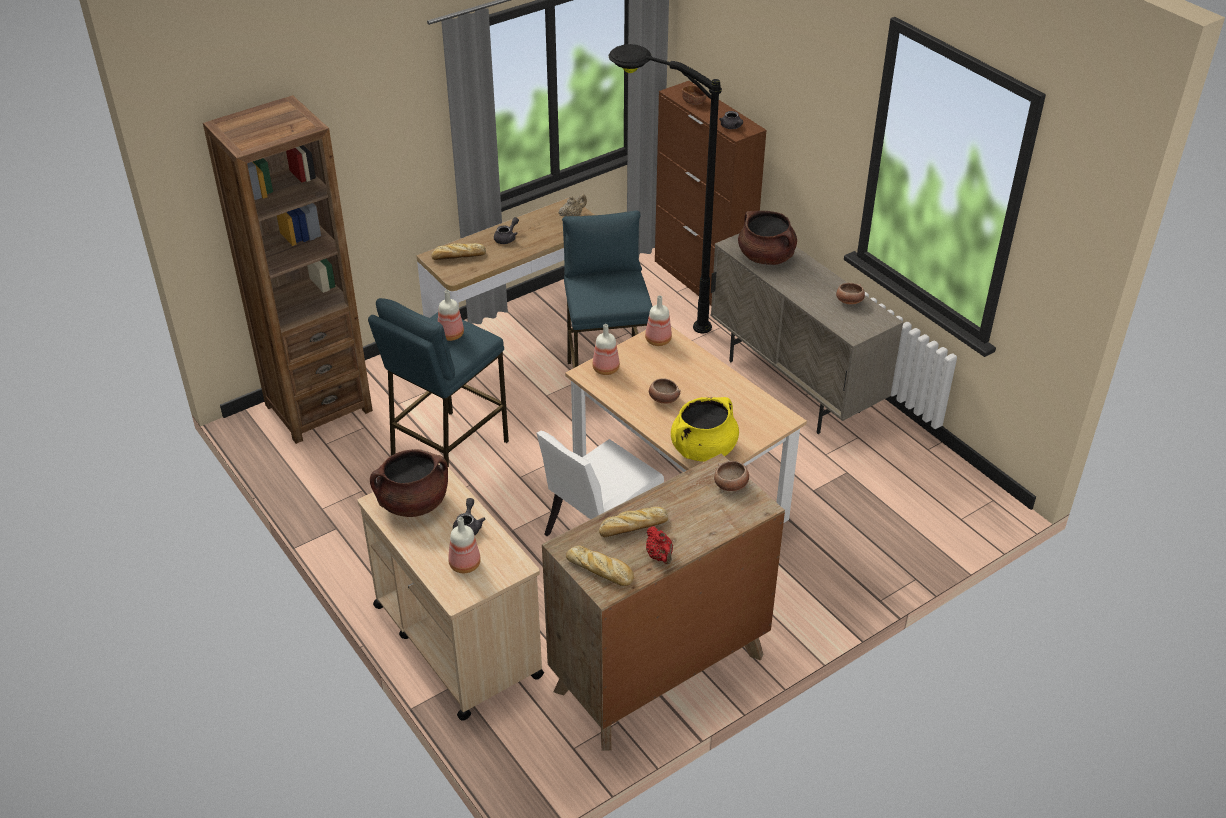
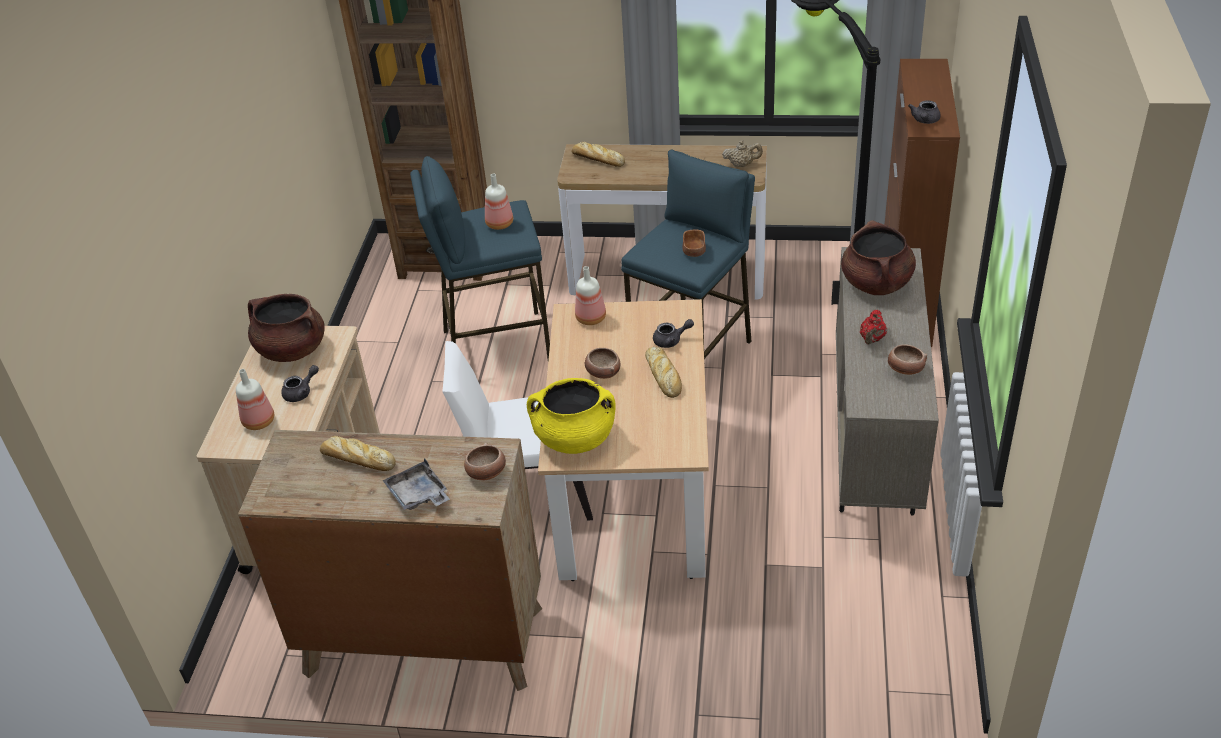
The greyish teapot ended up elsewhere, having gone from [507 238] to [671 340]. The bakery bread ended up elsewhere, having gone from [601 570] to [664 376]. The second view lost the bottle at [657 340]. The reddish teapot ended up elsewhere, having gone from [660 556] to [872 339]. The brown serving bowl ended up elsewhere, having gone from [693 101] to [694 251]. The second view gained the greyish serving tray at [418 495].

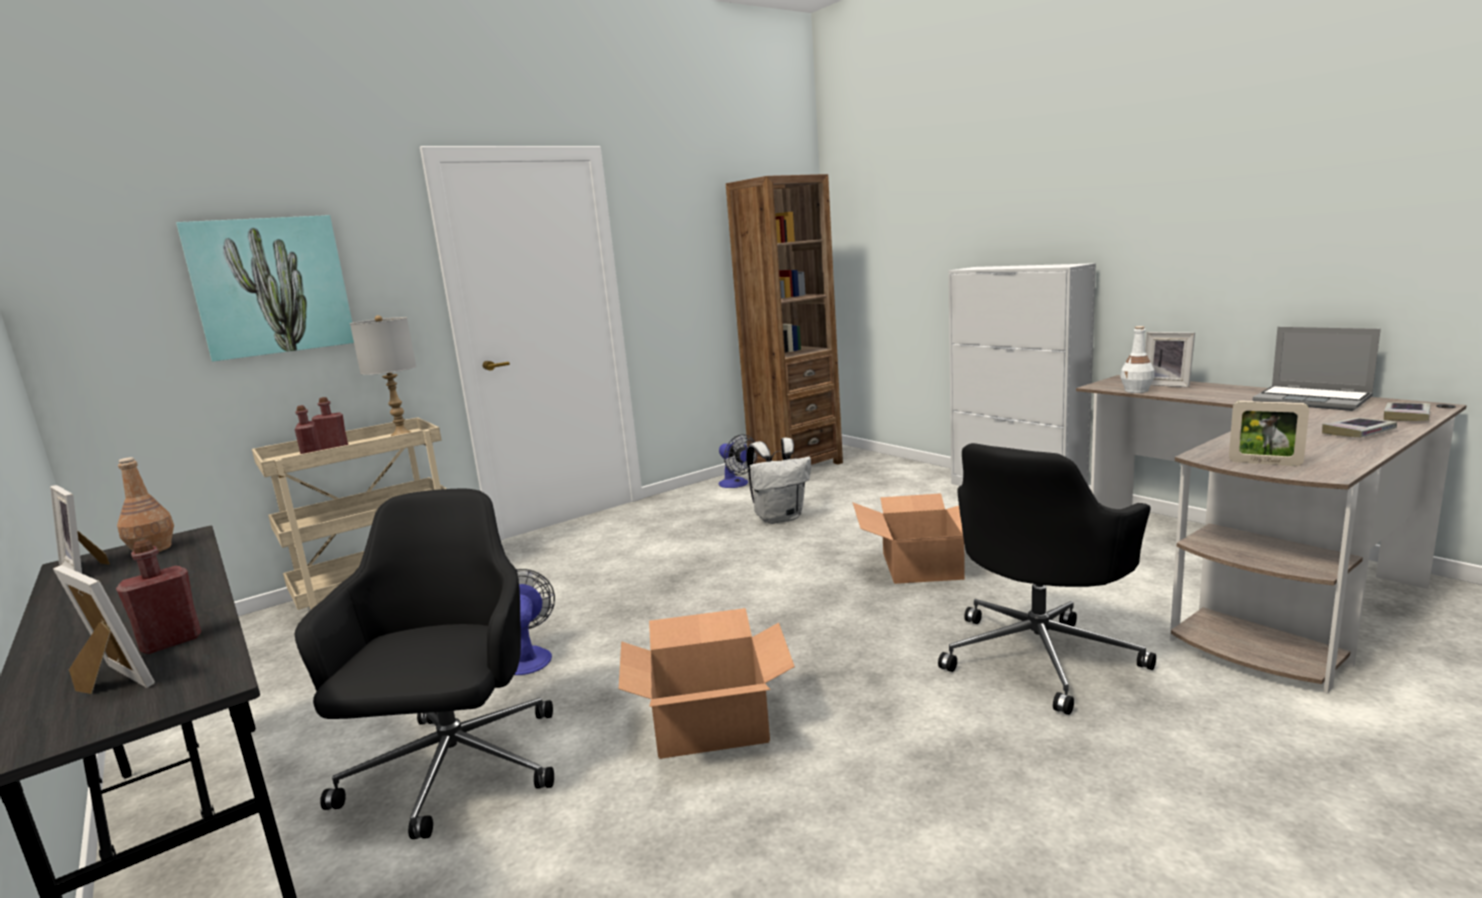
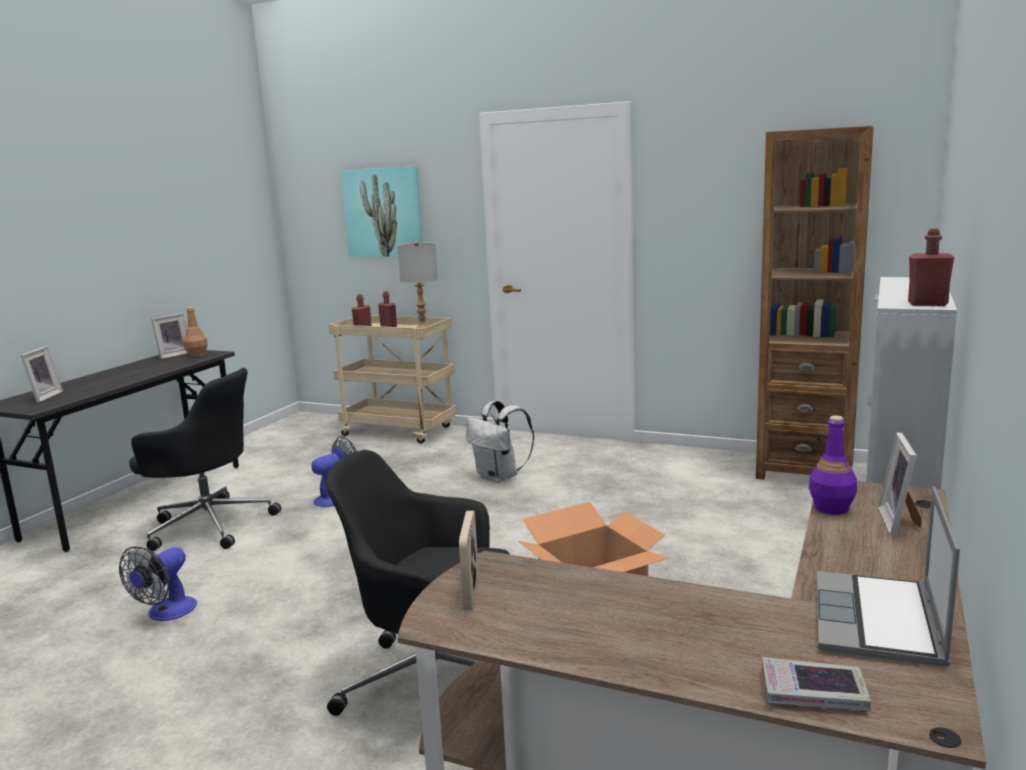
The picture frame at [87 568] ended up facing another way, 150 degrees counterclockwise from before. The reddish bottle ended up elsewhere, having gone from [171 642] to [927 304]. The black-coloured office chair at [454 772] ended up facing another way, 45 degrees clockwise from before. The second view lost the carton at [710 721]. The cooling fan ended up elsewhere, having gone from [737 484] to [166 613]. The whitish backpack ended up elsewhere, having gone from [780 518] to [500 477]. What was the whitish bottle at [1137 391] turned into the purple-coloured bottle at [831 508]. The second view lost the volume at [1358 432].

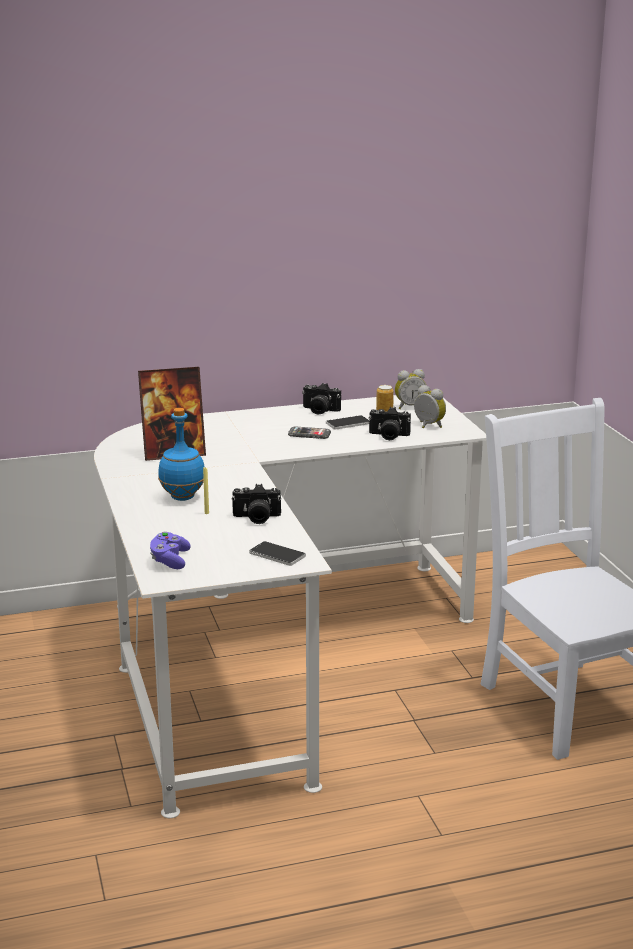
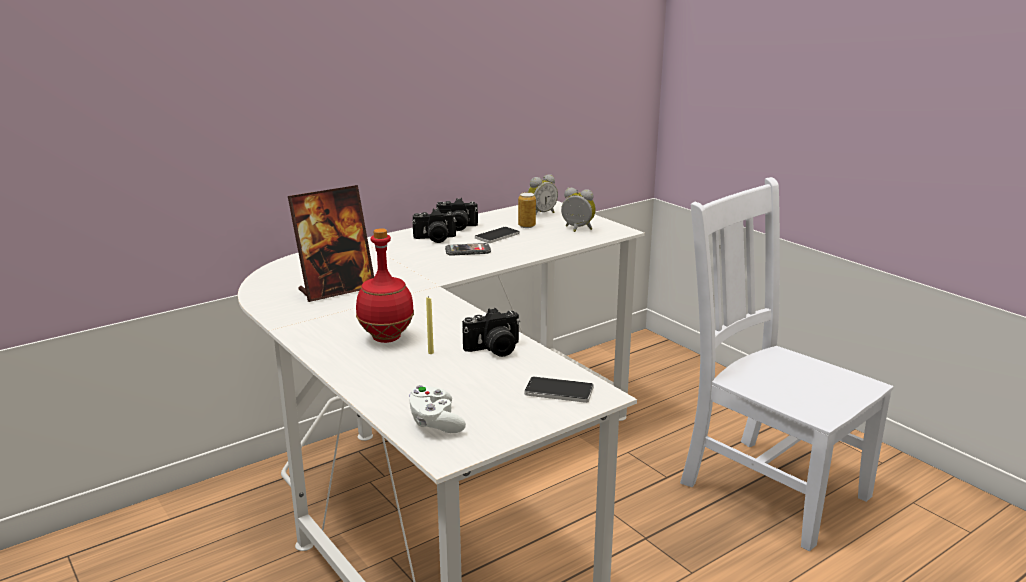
What was the purple-coloured joypad at [170 560] turned into the whitish joypad at [435 422]. What was the blue bottle at [183 497] turned into the reddish bottle at [387 338]. The still camera ended up elsewhere, having gone from [388 436] to [435 239].

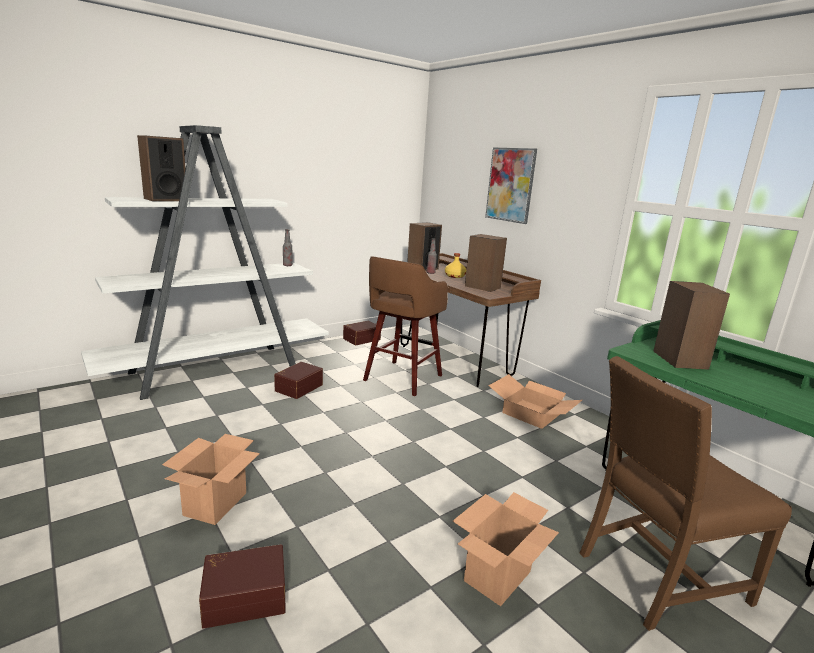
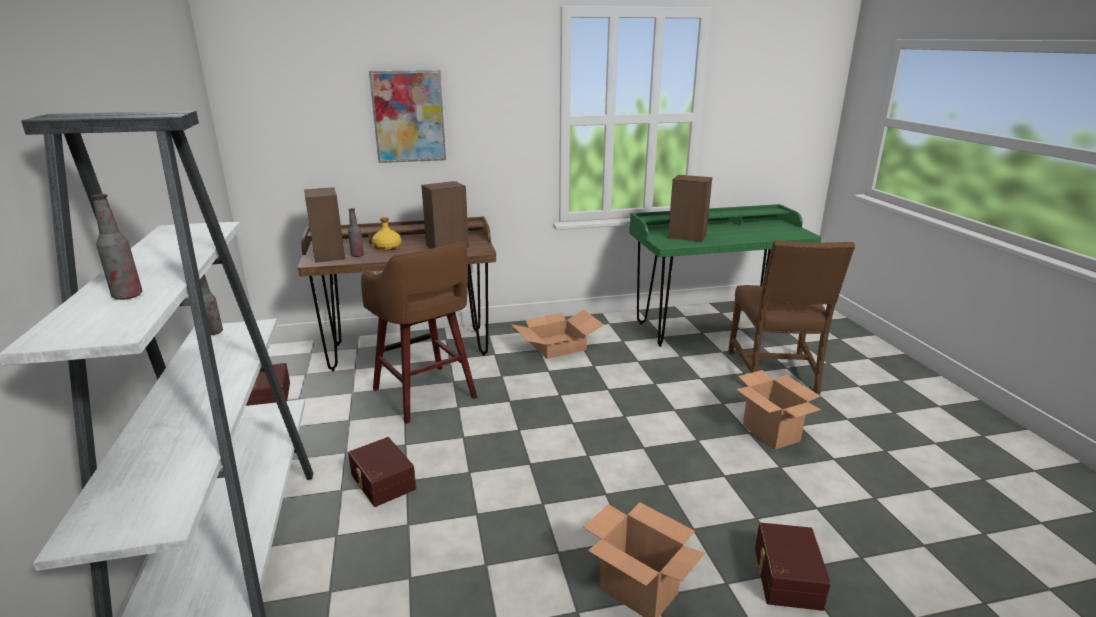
Where the loudspeaker stood at [165 199], the bottle came to stand at [127 296].

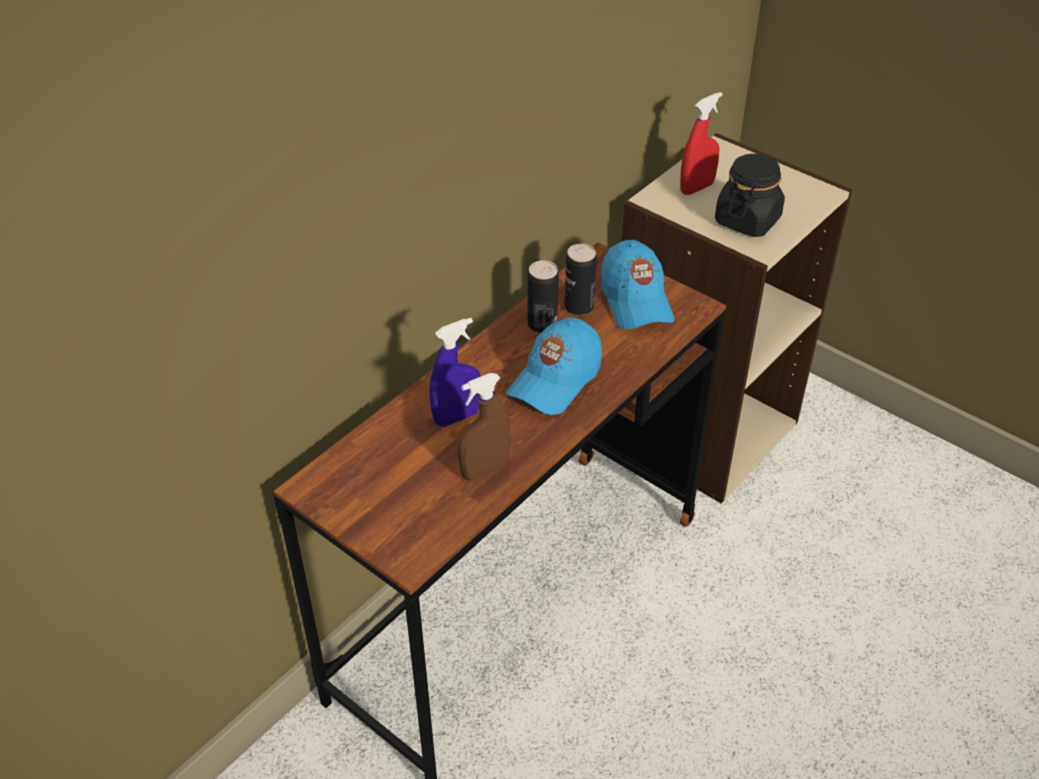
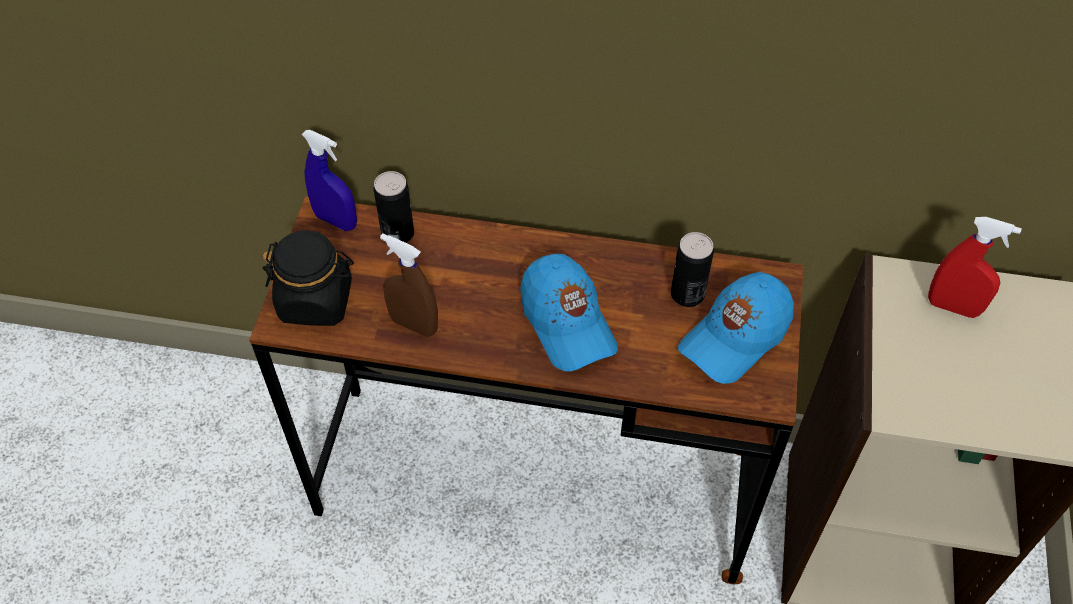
The blue spray bottle ended up elsewhere, having gone from [457 417] to [336 221]. The blue baseball cap at [555 380] ended up facing another way, 120 degrees counterclockwise from before. The metal can ended up elsewhere, having gone from [542 324] to [398 233]. The black-coloured preserve jar ended up elsewhere, having gone from [747 220] to [316 301].

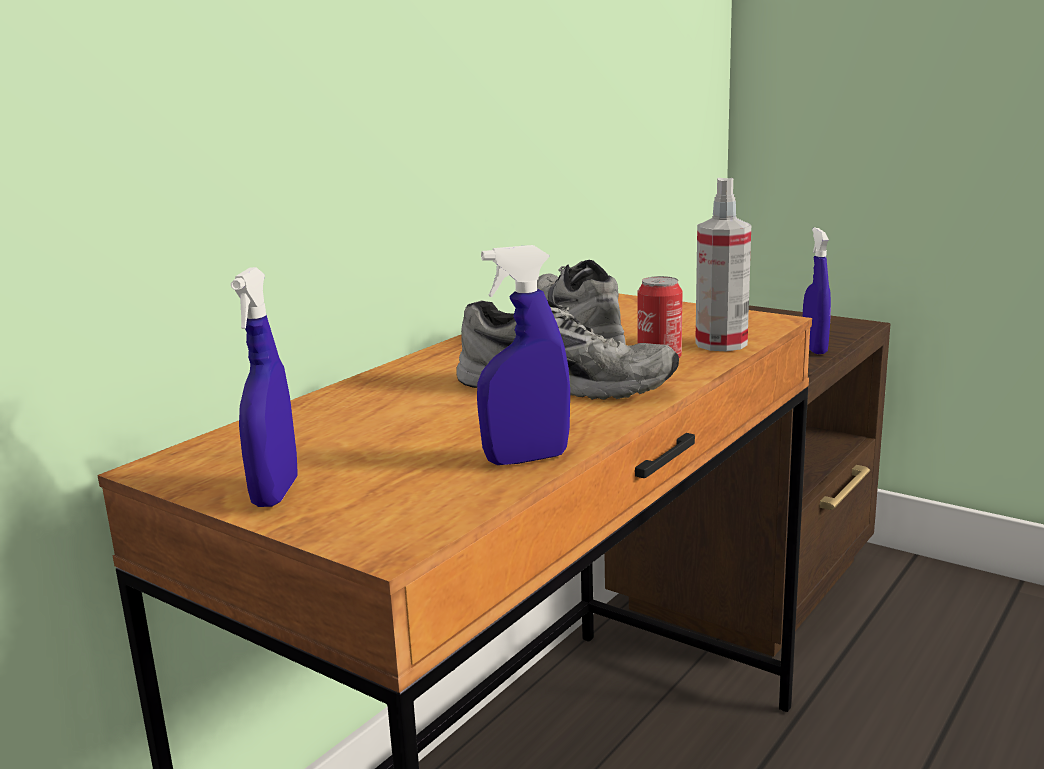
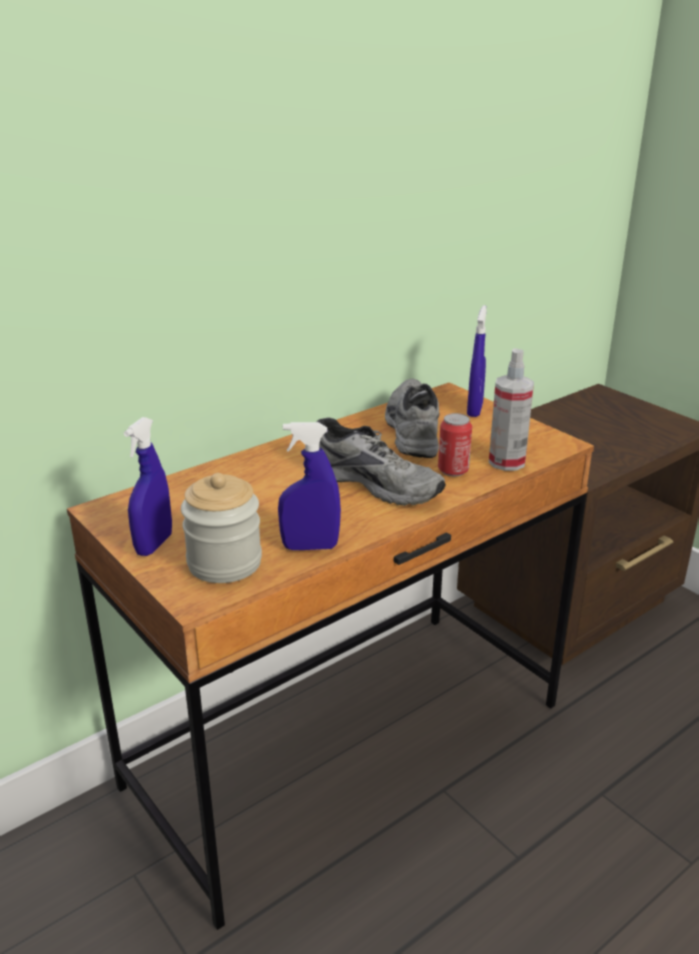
The blue spray bottle ended up elsewhere, having gone from [814 348] to [474 410]. The second view gained the preserve jar at [224 563].

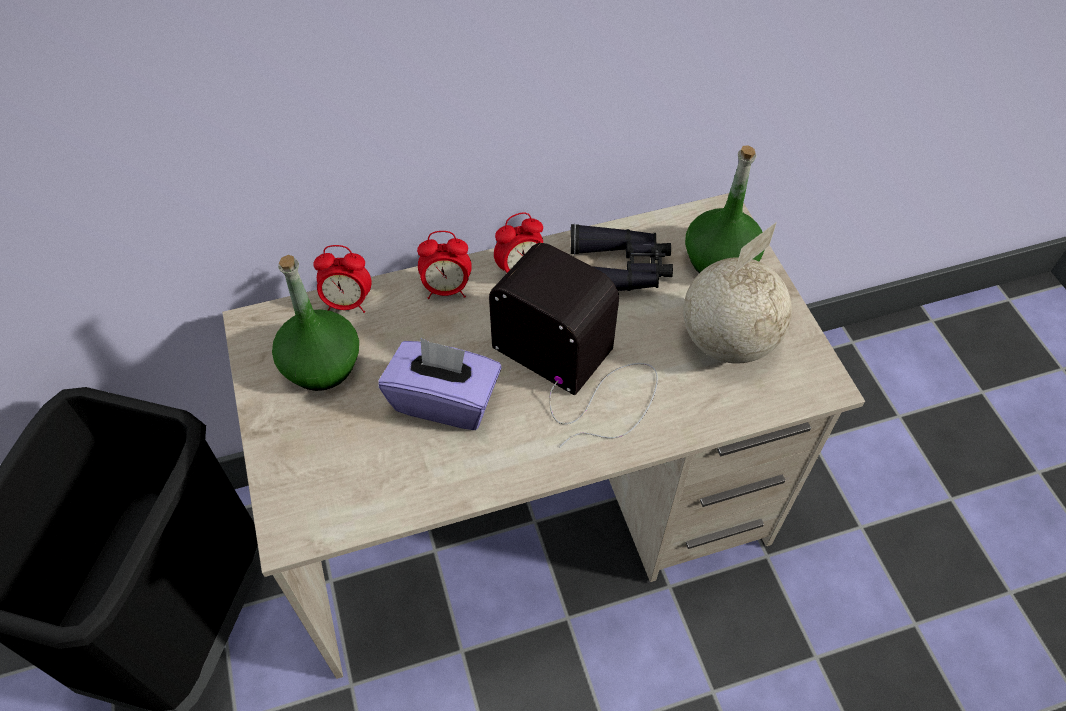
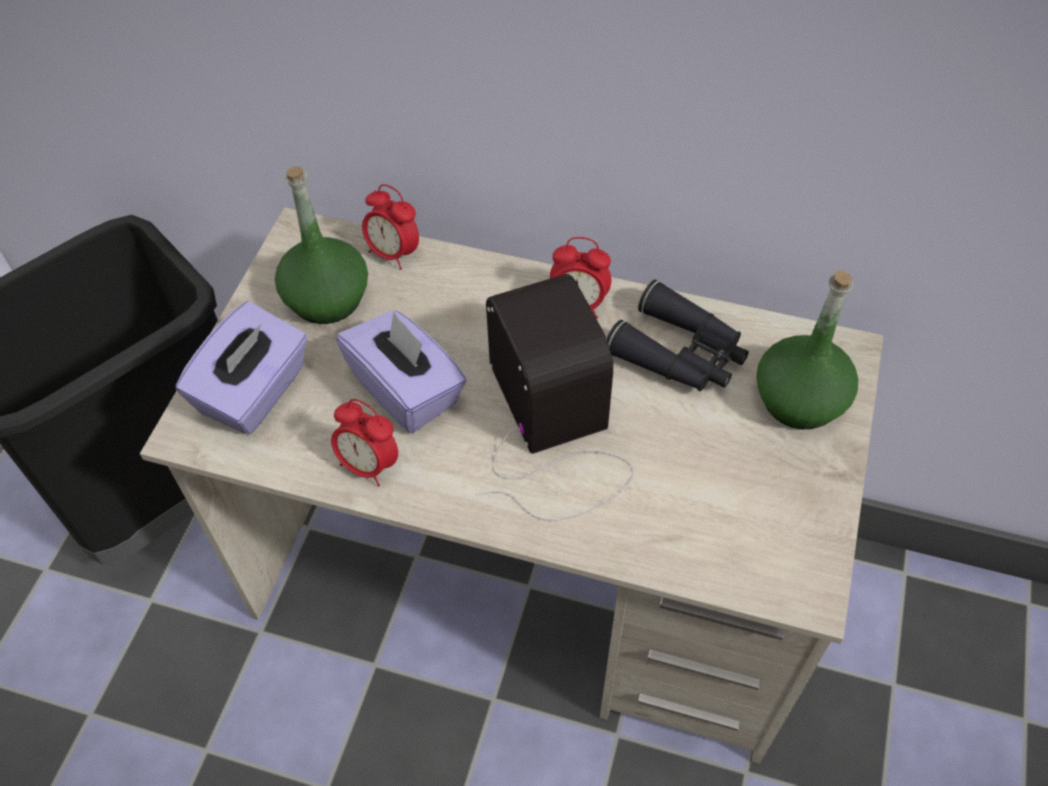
The alarm clock ended up elsewhere, having gone from [446 289] to [369 465]. The second view lost the globe at [726 341]. The second view gained the purple-coloured tissue holder at [255 392].

